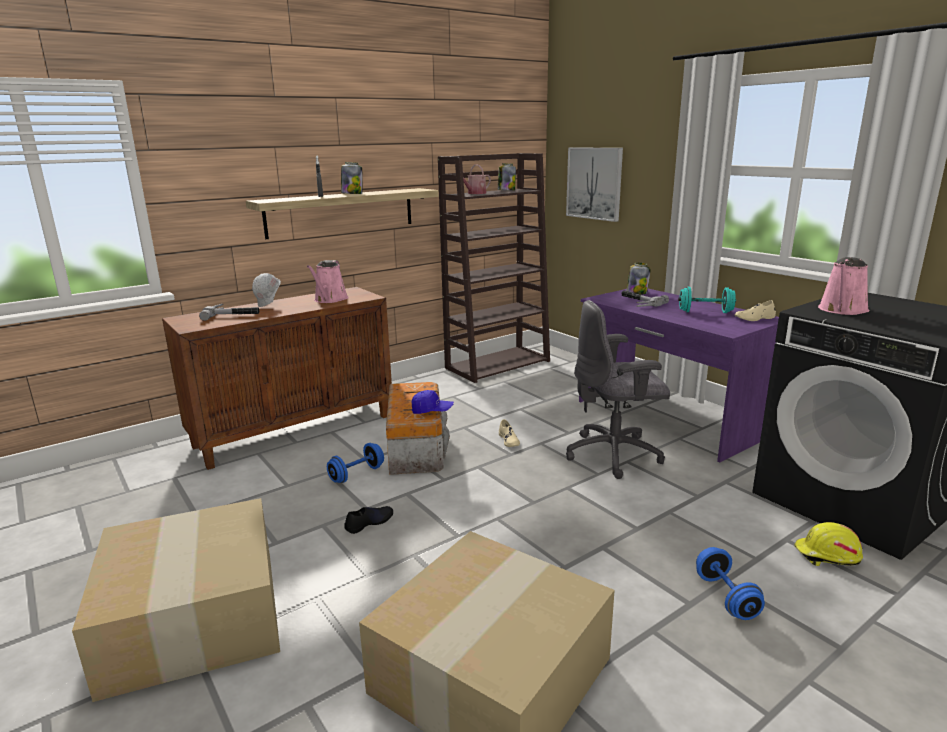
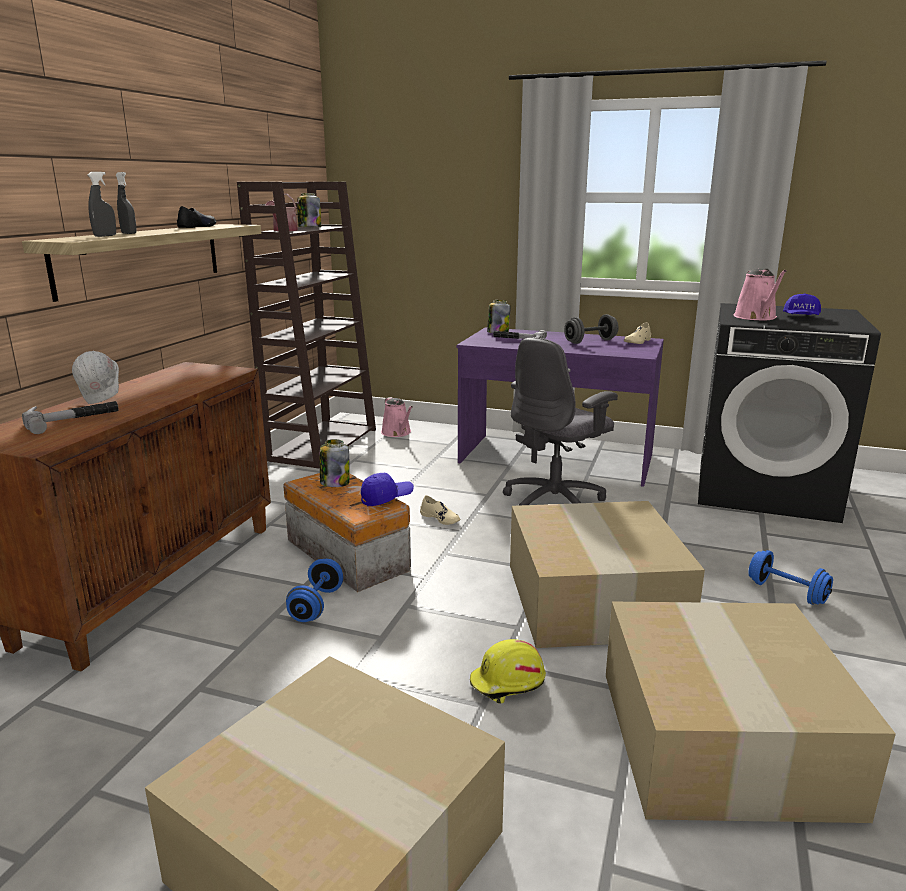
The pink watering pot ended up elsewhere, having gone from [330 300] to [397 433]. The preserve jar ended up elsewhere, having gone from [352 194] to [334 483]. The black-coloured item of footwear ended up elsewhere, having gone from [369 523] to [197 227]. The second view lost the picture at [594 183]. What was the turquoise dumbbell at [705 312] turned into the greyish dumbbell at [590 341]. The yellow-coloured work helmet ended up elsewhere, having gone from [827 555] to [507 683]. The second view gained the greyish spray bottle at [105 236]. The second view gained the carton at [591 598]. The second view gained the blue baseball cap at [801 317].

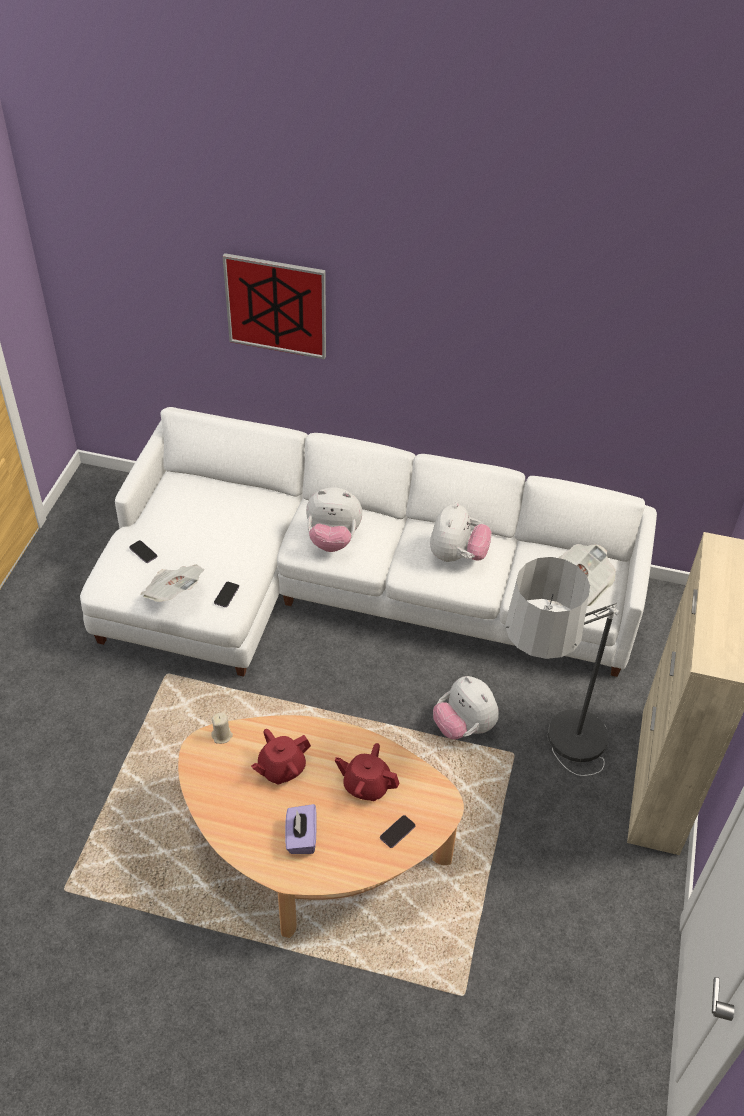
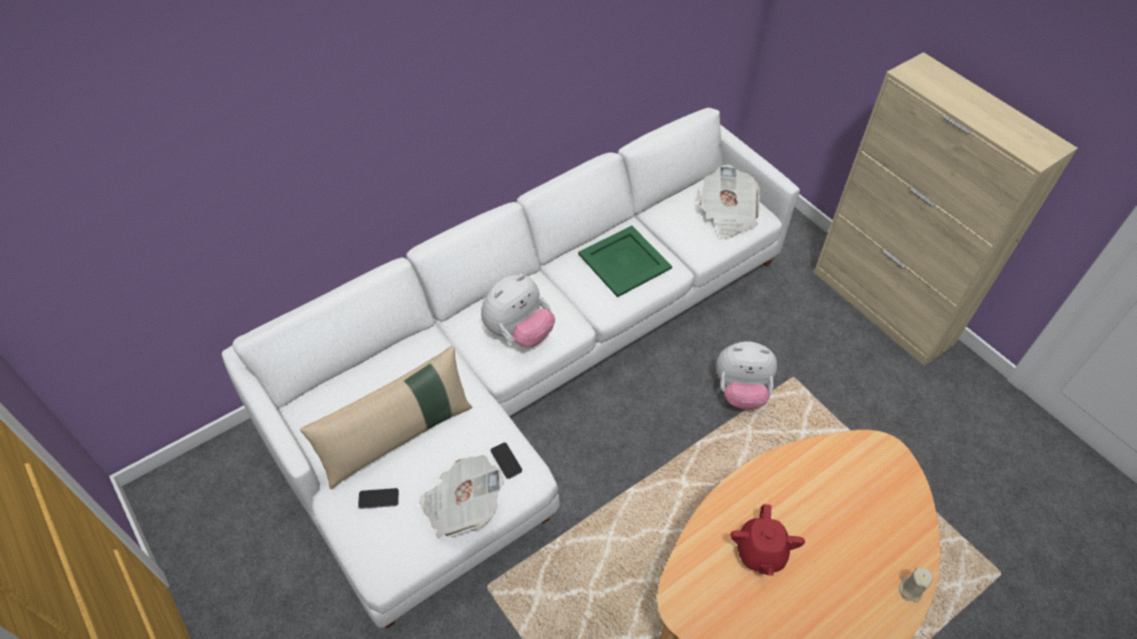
The beige-coloured candle ended up elsewhere, having gone from [222 735] to [910 589]. The second view lost the picture at [276 306]. The second view lost the purple-coloured tissue holder at [301 837]. The second view lost the reddish teapot at [366 785]. The second view lost the handset at [397 832]. Where the soft toy stood at [457 555], the green-coloured serving tray came to stand at [623 261]. The second view lost the standard lamp at [546 767]. The second view gained the beige-coloured pillow at [398 436].

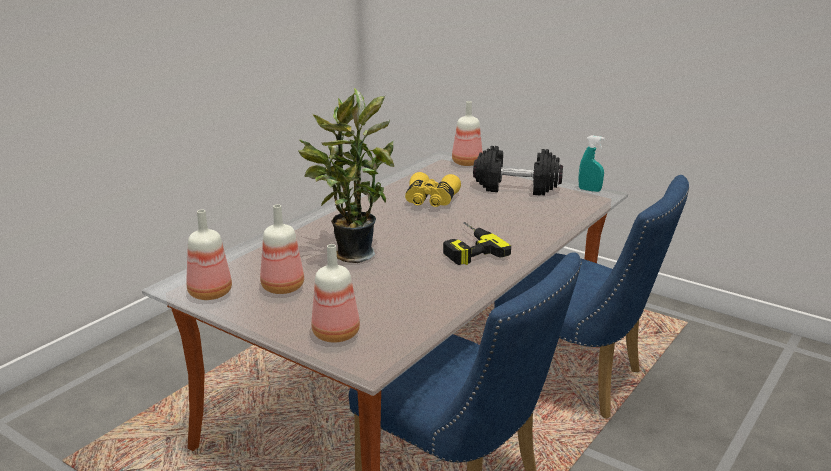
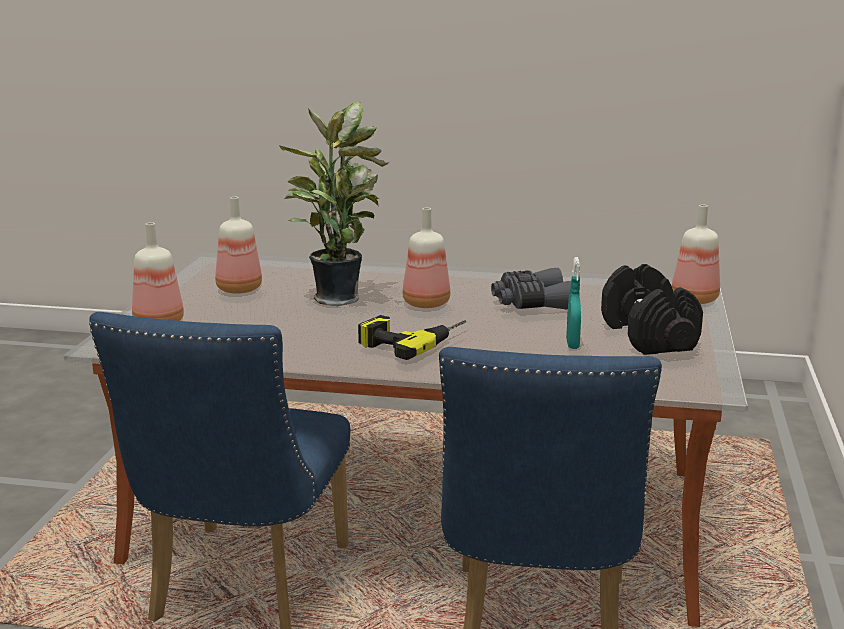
The bottle ended up elsewhere, having gone from [209 294] to [425 303]. What was the yellow-coloured field glasses at [430 200] turned into the greyish field glasses at [532 303]. The turquoise spray bottle ended up elsewhere, having gone from [589 190] to [572 344].

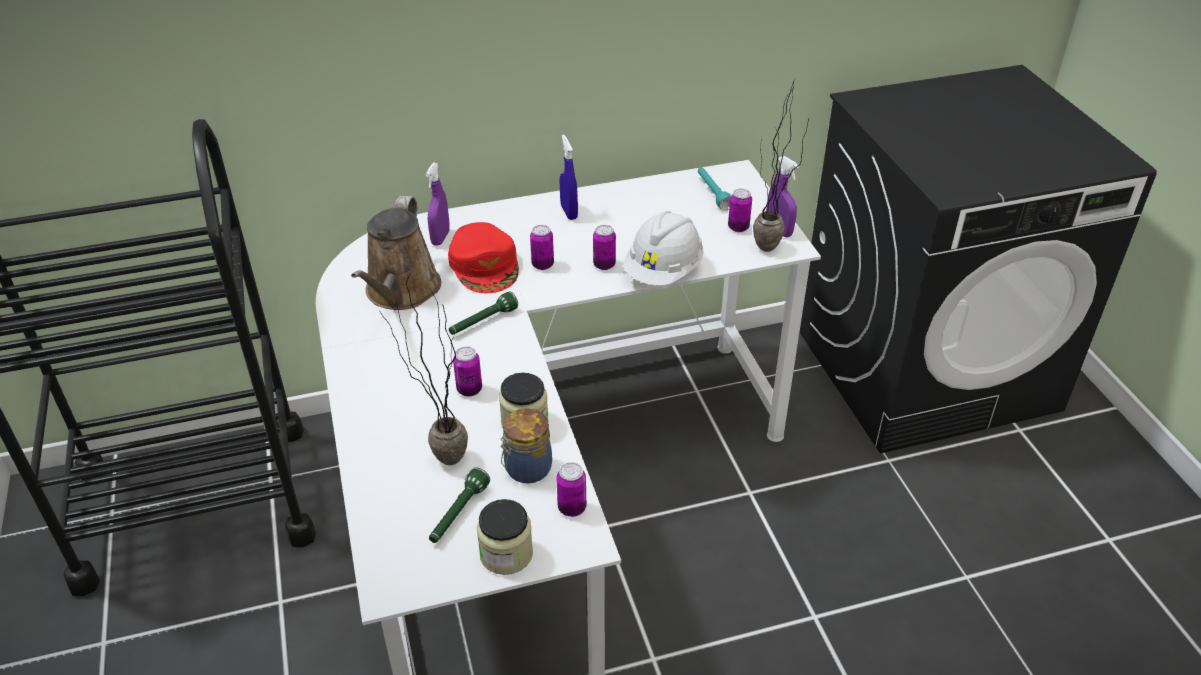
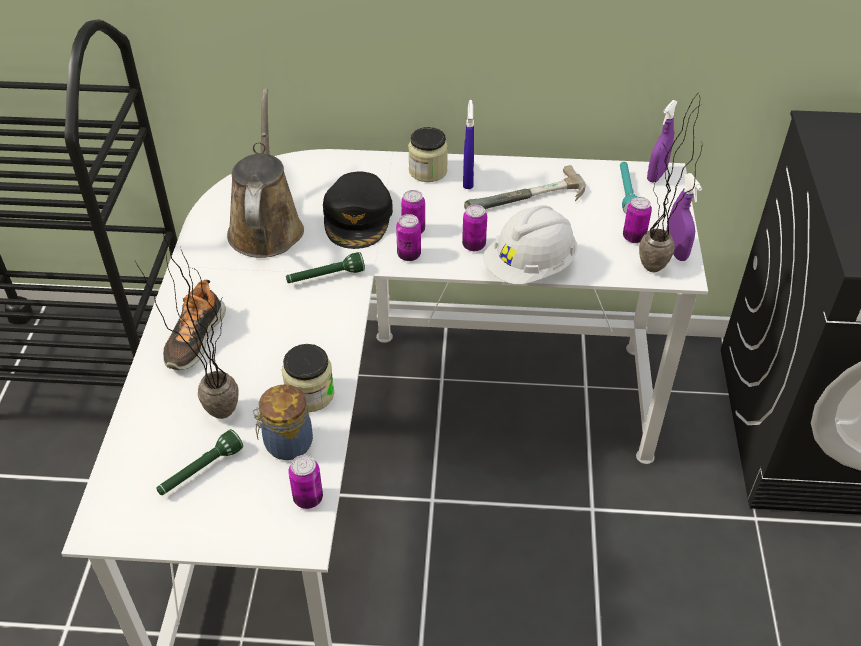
The brown watering pot at [401 292] ended up facing another way, 150 degrees clockwise from before. The purple-coloured spray bottle ended up elsewhere, having gone from [440 238] to [656 175]. What was the reddish baseball cap at [485 265] turned into the black-coloured baseball cap at [358 217]. The metal can ended up elsewhere, having gone from [469 389] to [409 255]. The preserve jar ended up elsewhere, having gone from [506 554] to [428 171]. The second view gained the item of footwear at [194 338]. The second view gained the tool hammer at [528 201].

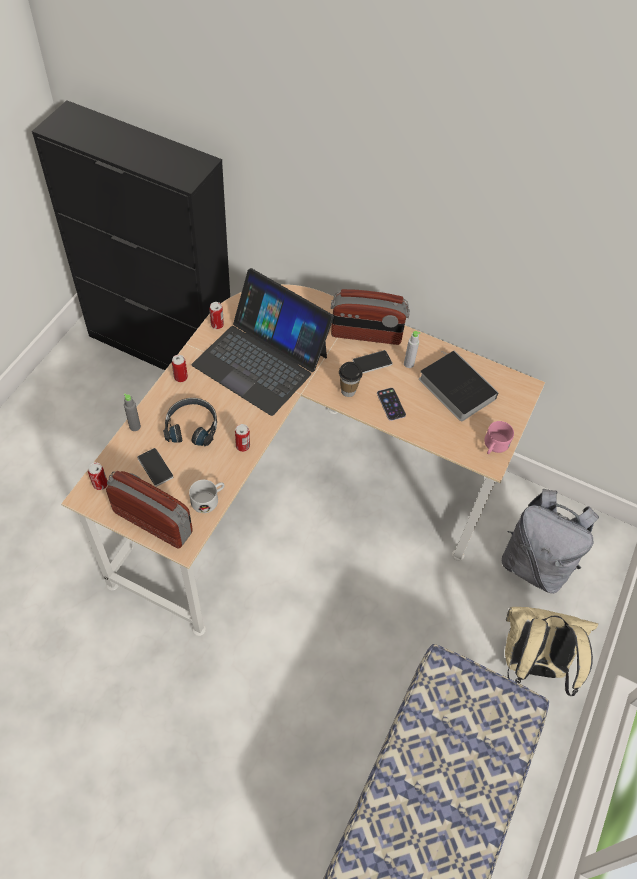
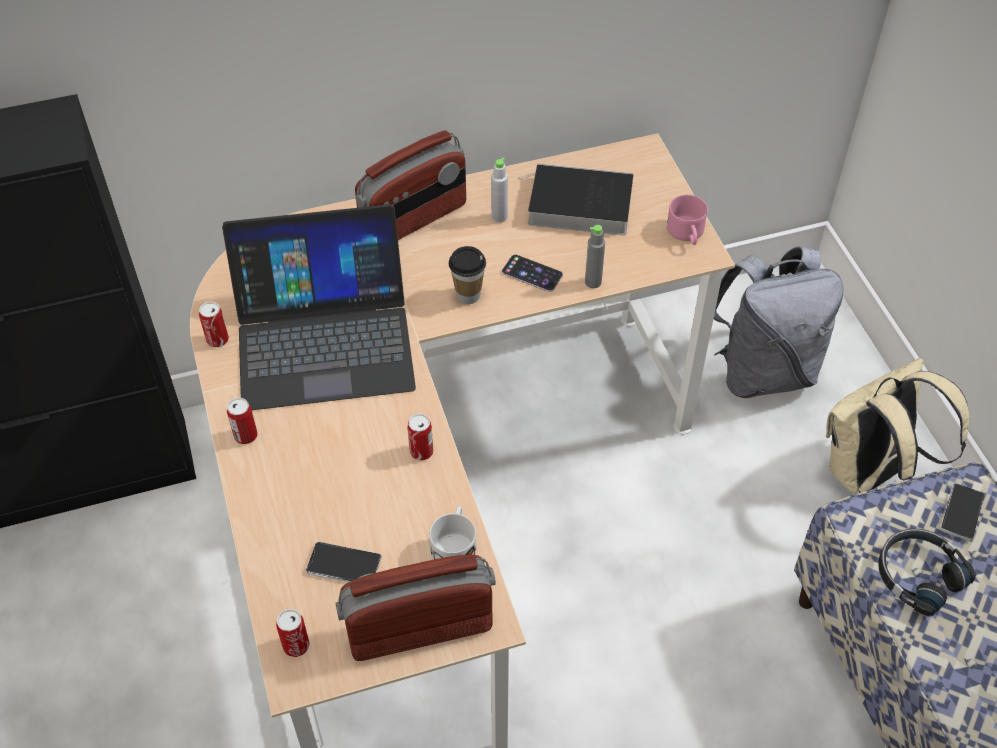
The greyish bottle ended up elsewhere, having gone from [135 426] to [593 282]. The black-coloured pair of headphones ended up elsewhere, having gone from [192 426] to [917 574]. The handset ended up elsewhere, having gone from [372 363] to [961 513].

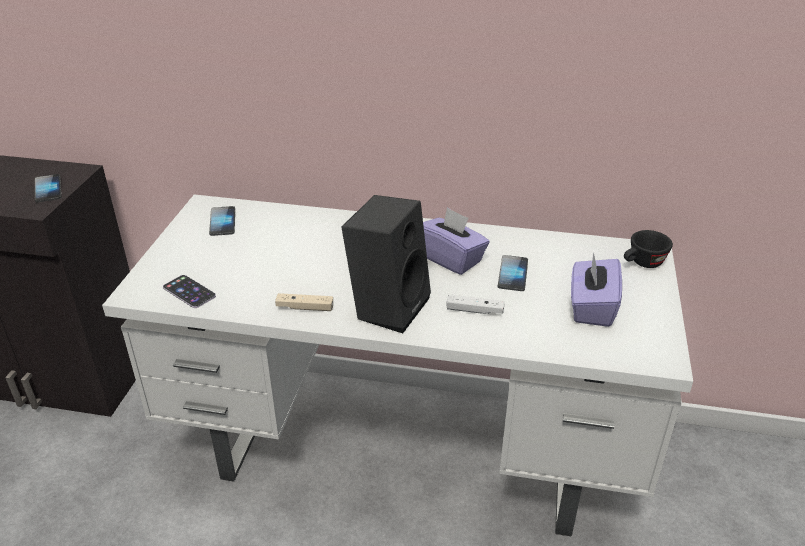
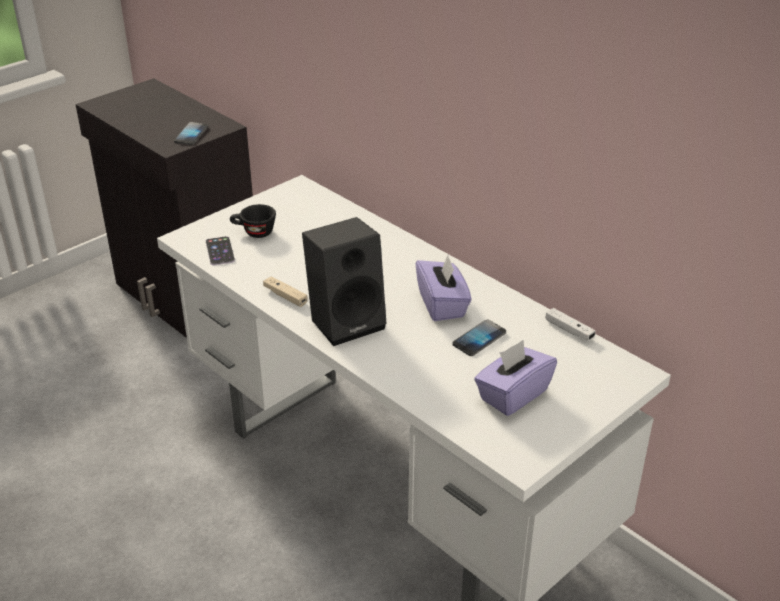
The second view lost the handset at [222 222]. The whitish joypad ended up elsewhere, having gone from [474 310] to [569 330]. The black-coloured small cup ended up elsewhere, having gone from [642 263] to [254 232].

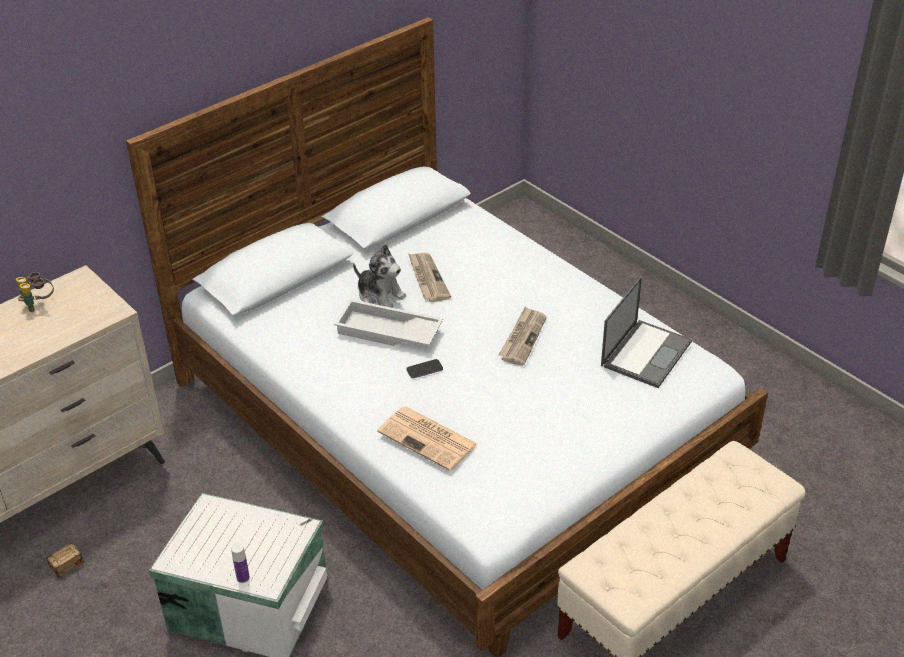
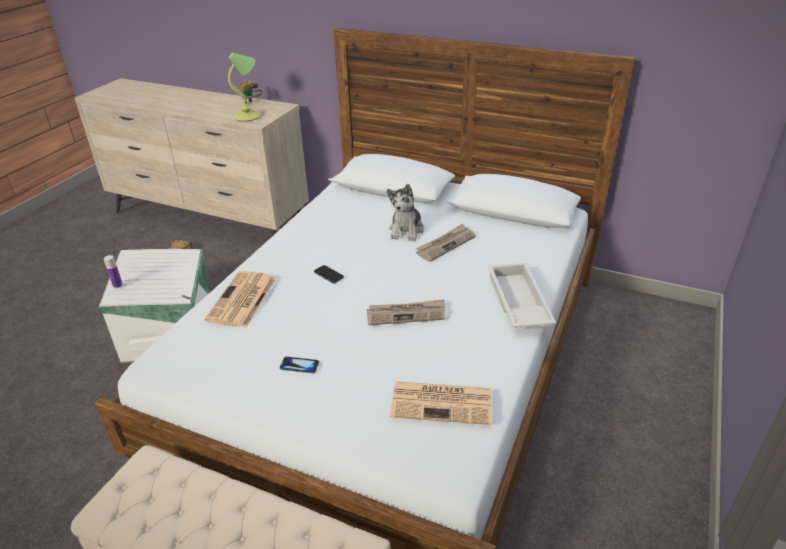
The whitish serving tray ended up elsewhere, having gone from [387 332] to [516 302]. Where the notebook computer stood at [646 353], the newspaper came to stand at [443 402]. The second view gained the table lamp at [248 116]. The second view gained the handset at [299 366].

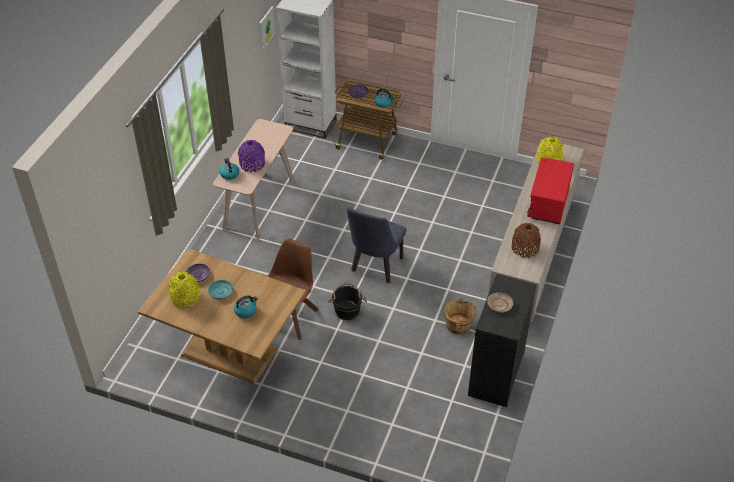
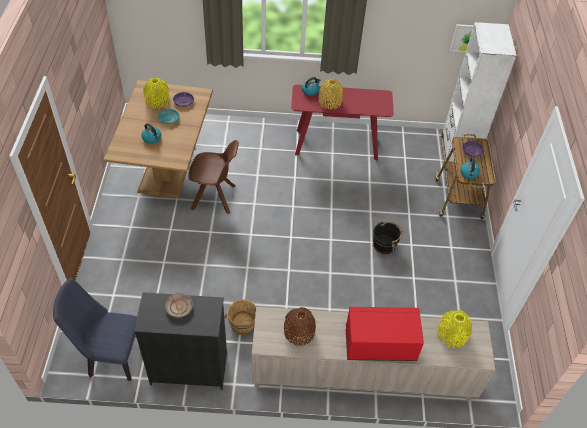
What was the beige-coloured narrow table at [259 204] turned into the reddish narrow table at [336 144]. What was the purple-coloured flower vase at [252 164] turned into the yellow-coloured flower vase at [329 101]. The black-coloured water bucket ended up elsewhere, having gone from [347 310] to [384 245]. The blue chair ended up elsewhere, having gone from [375 267] to [110 357].

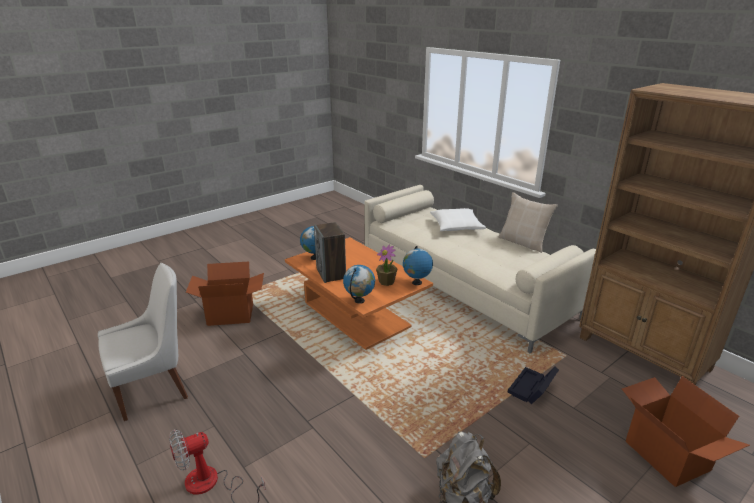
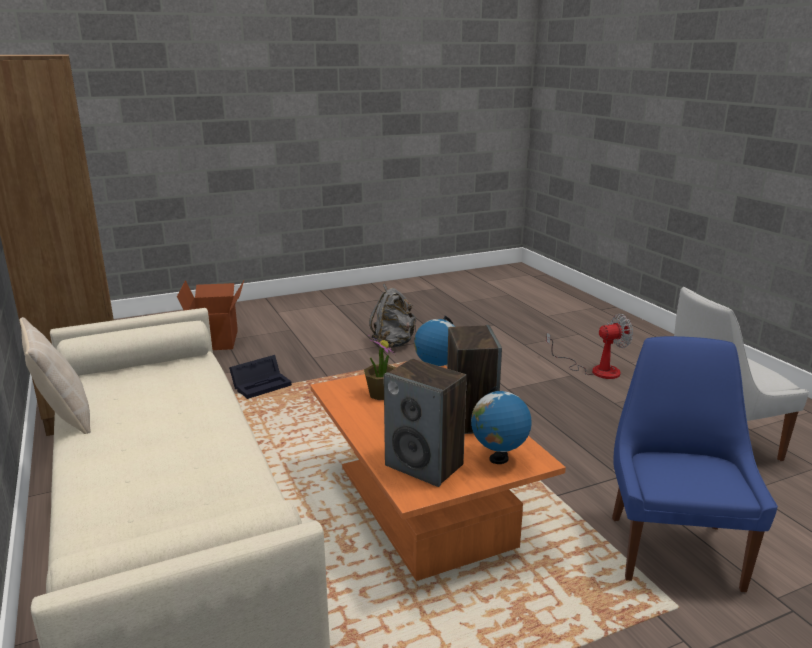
Where the carton stood at [231 314], the blue chair came to stand at [673 548]. The second view lost the globe at [416 283]. The second view lost the whitish pillow at [456 226]. The second view gained the loudspeaker at [425 465].

